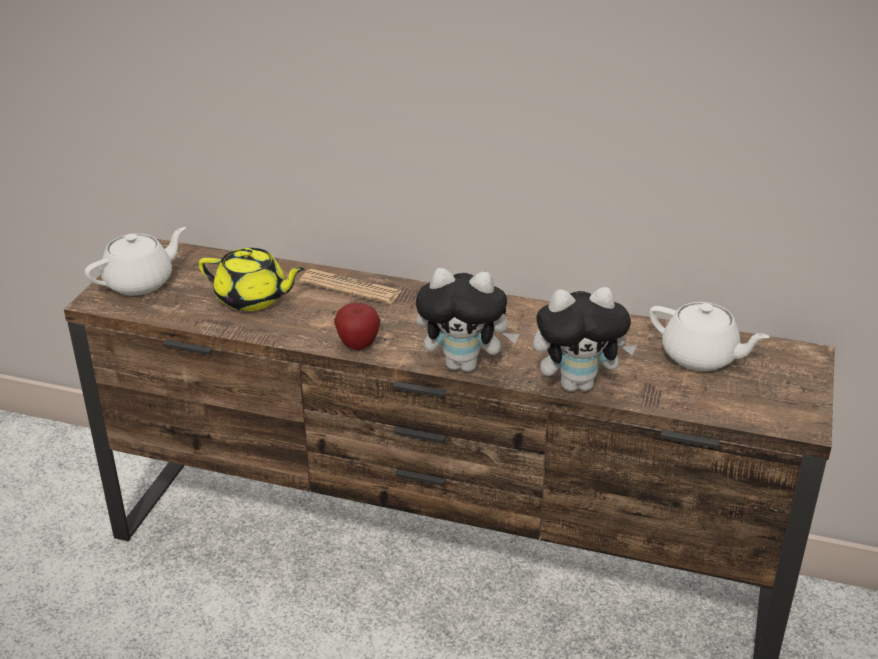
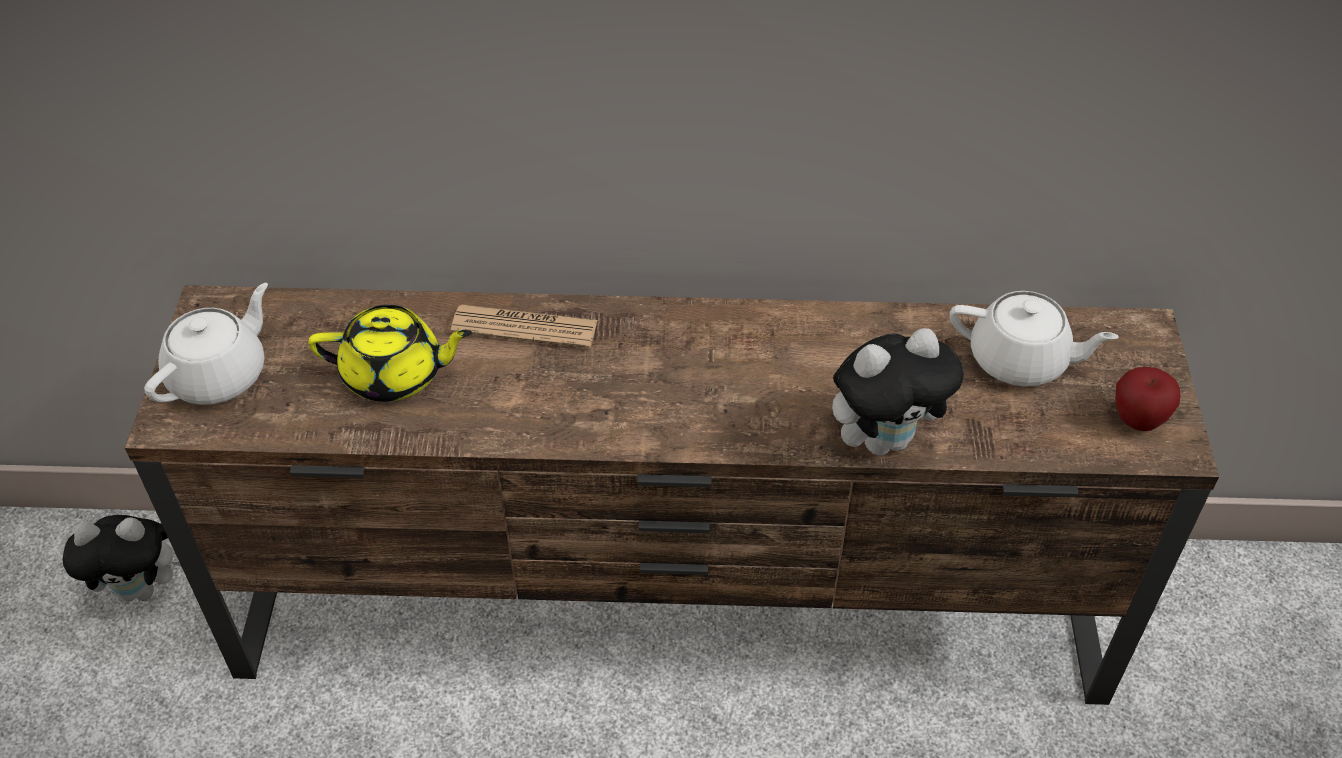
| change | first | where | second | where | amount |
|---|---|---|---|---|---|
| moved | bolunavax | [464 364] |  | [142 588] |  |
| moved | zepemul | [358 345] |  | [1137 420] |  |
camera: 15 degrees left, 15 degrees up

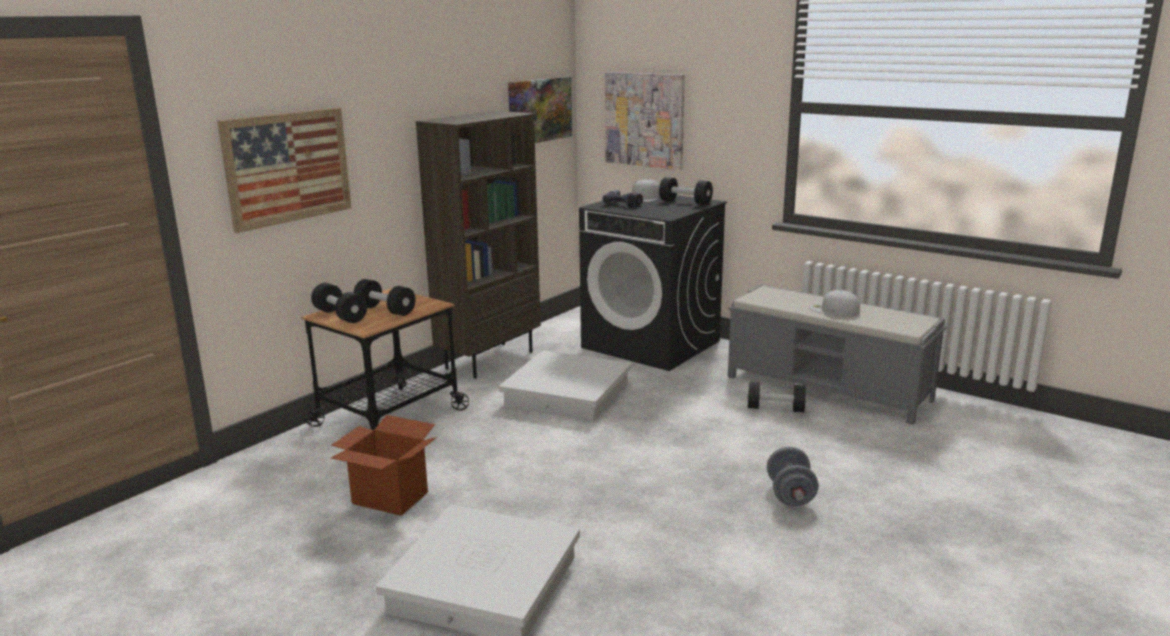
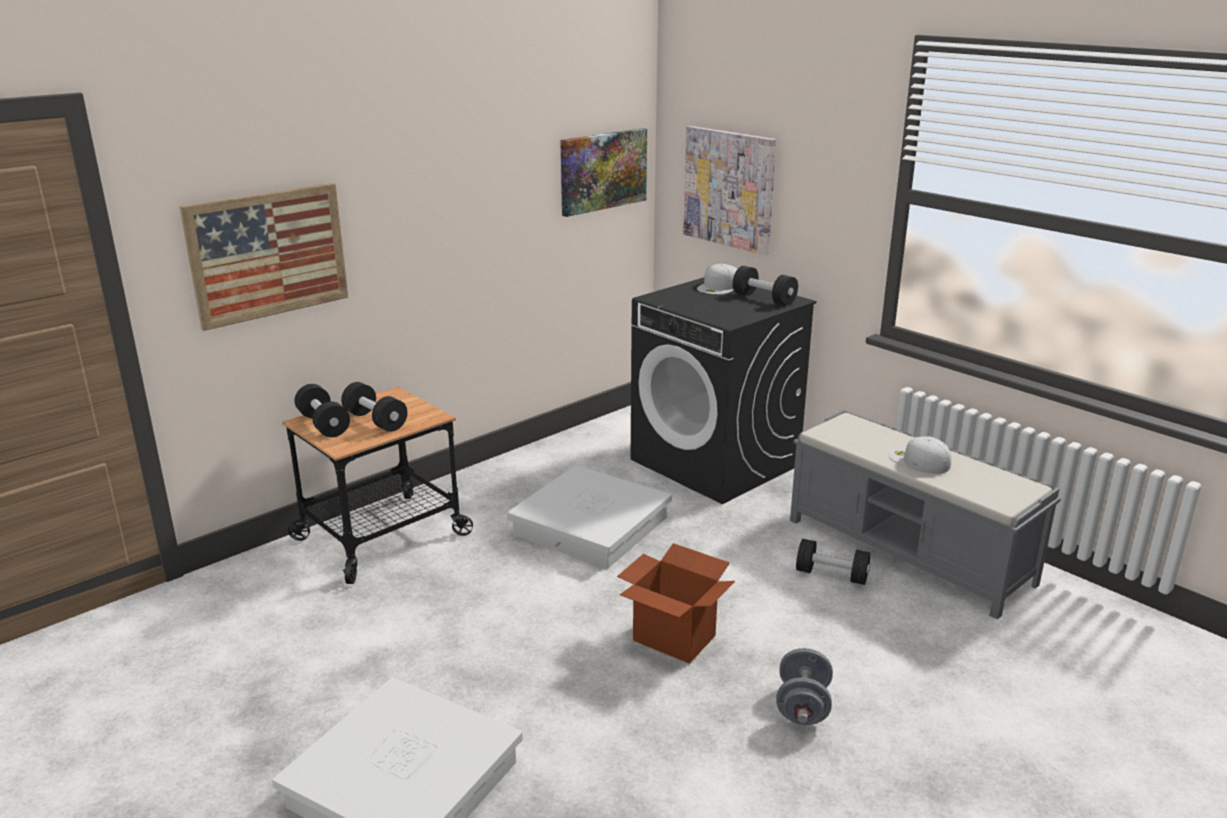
| change | first | where | second | where | amount |
|---|---|---|---|---|---|
| moved | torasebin | [389 498] |  | [673 638] |  |
| removed | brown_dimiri | [489 359] |  |  |  |
| removed | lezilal | [624 204] |  |  |  |
camera: 10 degrees right, 5 degrees up

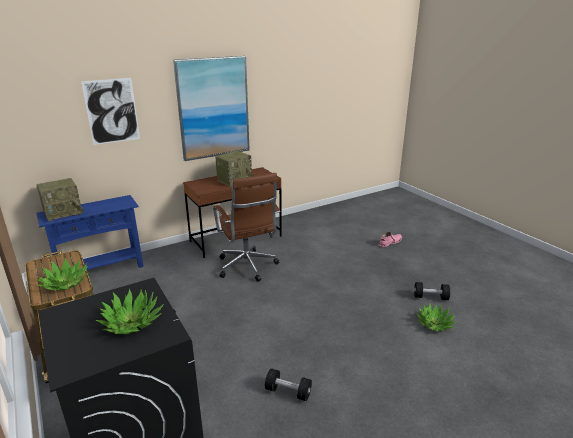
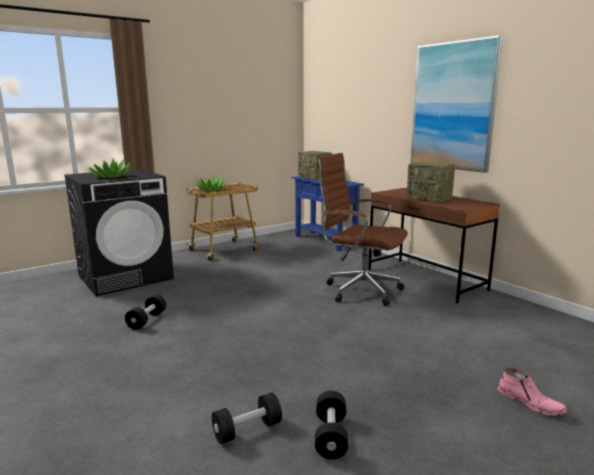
| change | first | where | second | where | amount |
|---|---|---|---|---|---|
| replaced | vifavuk | [435 324] | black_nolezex | [247 430] |  |
| turned | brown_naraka | [248 267] |  | [359 290] | 60 degrees clockwise |
| removed | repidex | [112 111] |  |  |  |
camera: 85 degrees right, 10 degrees down

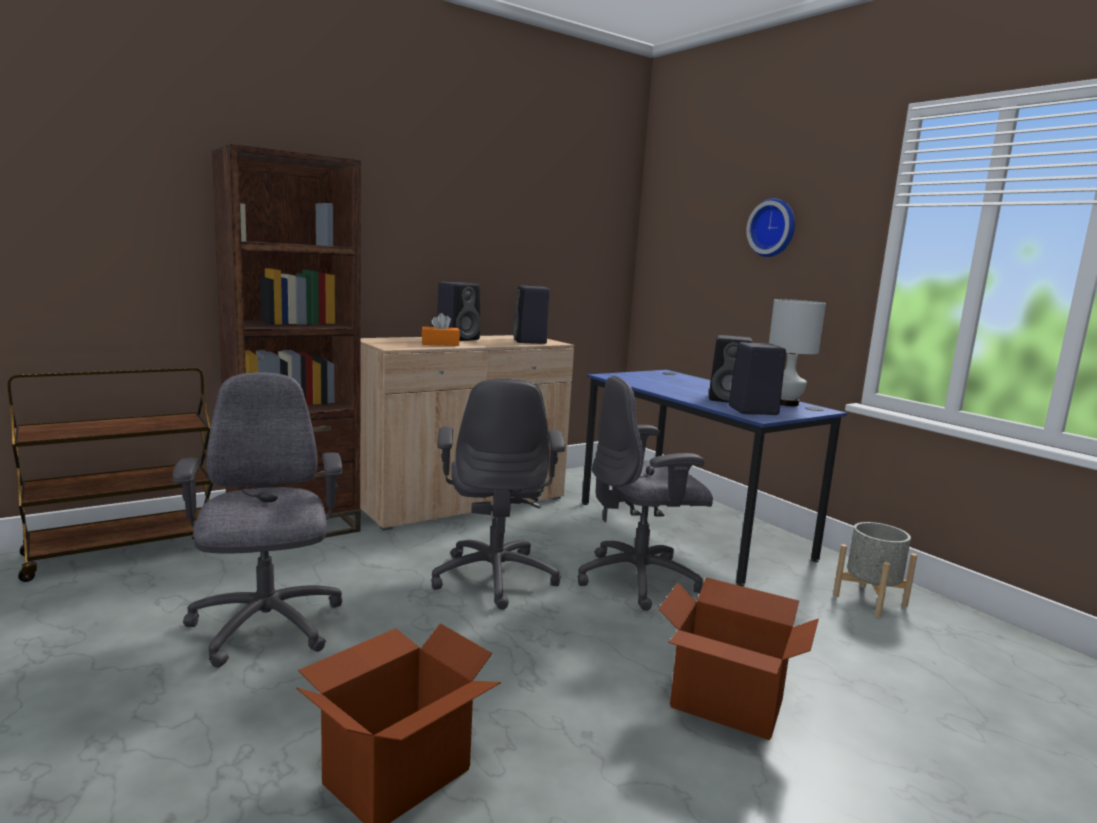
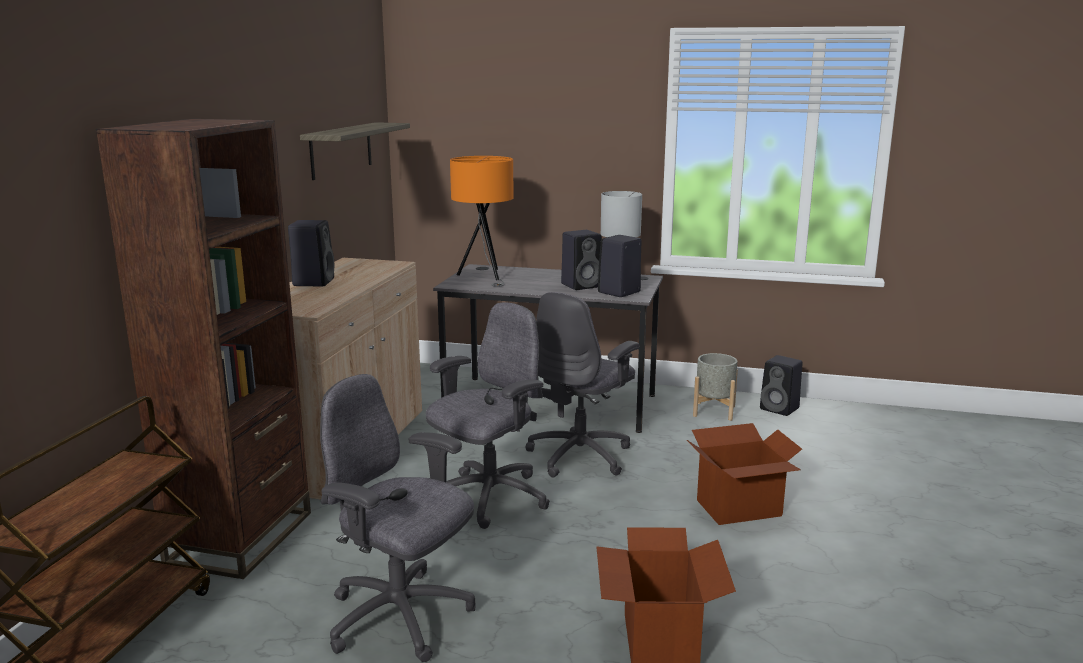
| change | first | where | second | where | amount |
|---|---|---|---|---|---|
| added |  |  | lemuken | [341 150] |  |
| turned | grey_naraka | [495 577] |  | [489 498] | 90 degrees counterclockwise |
| recoloured | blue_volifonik | [691 530] | grey_volifonik | [550 403] |  |
| added |  |  | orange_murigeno | [484 277] |  |
| moved | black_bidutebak | [530 341] |  | [780 409] |  |
| removed | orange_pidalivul | [440 344] |  |  |  |
| removed | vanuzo | [773 228] |  |  |  |
camera: 40 degrees left, 5 degrees up

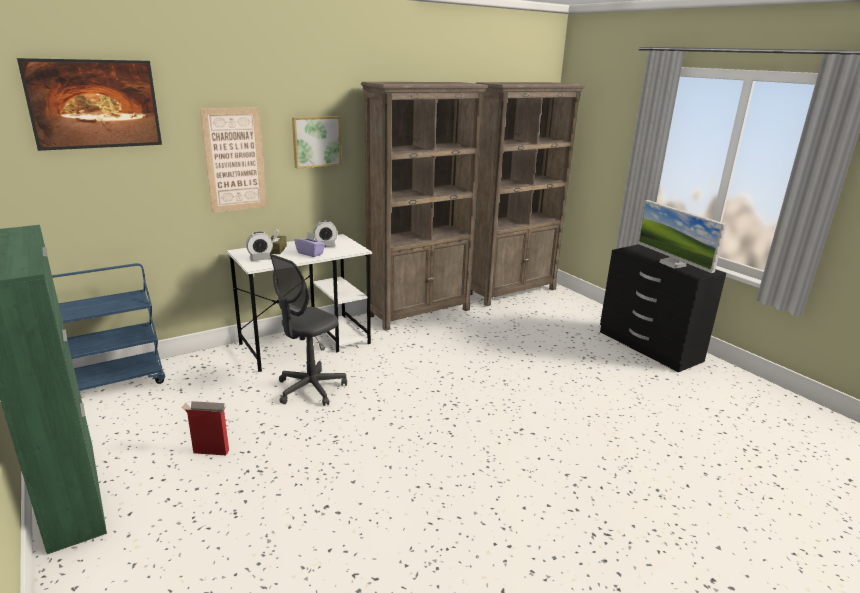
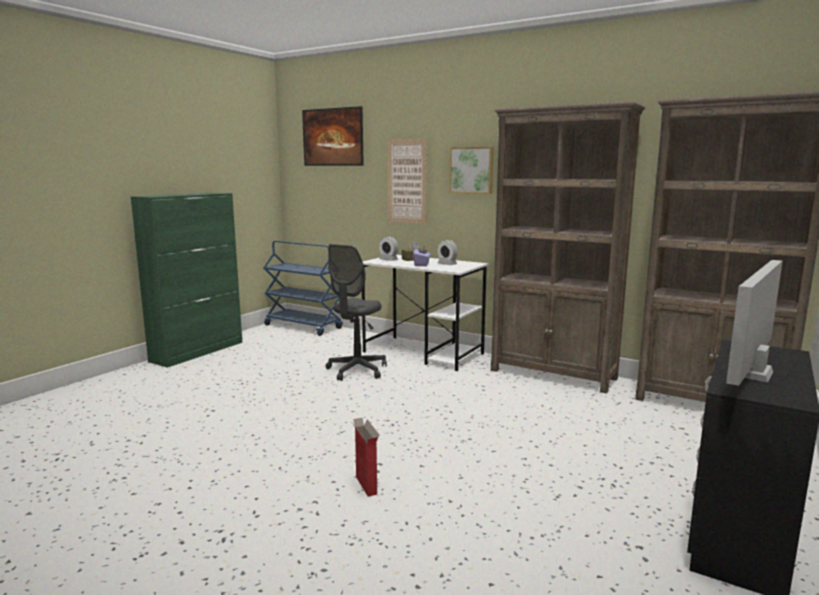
| change | first | where | second | where | amount |
|---|---|---|---|---|---|
| turned | grey_naraka | [310 389] |  | [357 370] | 75 degrees counterclockwise |
| moved | torasebin | [210 451] |  | [366 485] |  |
camera: 65 degrees right, 10 degrees down

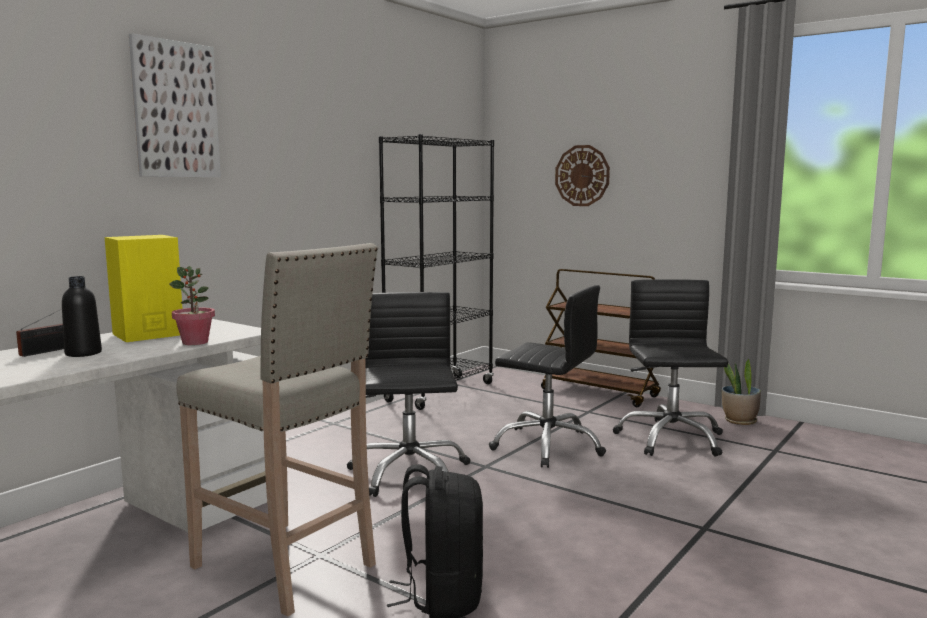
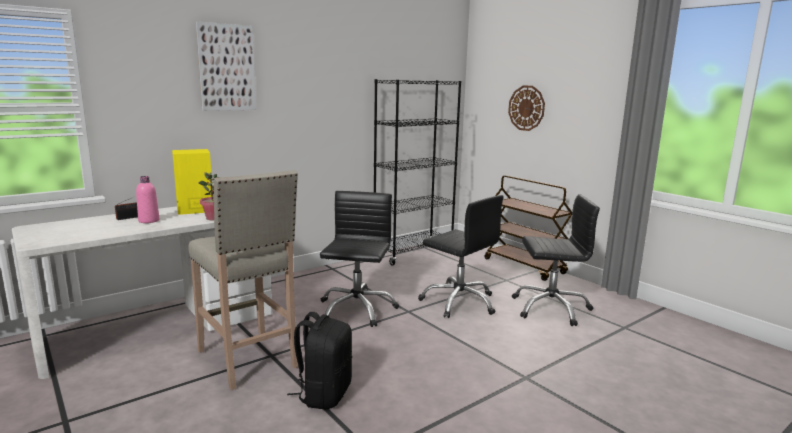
| change | first | where | second | where | amount |
|---|---|---|---|---|---|
| recoloured | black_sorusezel | [83 353] | pink_sorusezel | [149 221] |  |
| turned | black_naraka | [670 439] |  | [550 308] | 75 degrees clockwise |
| removed | vifavuk | [739 421] |  |  |  |
camera: 15 degrees right, 5 degrees up

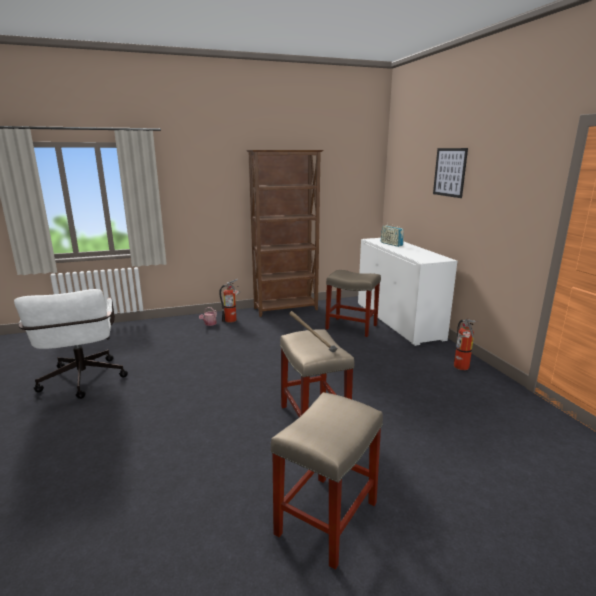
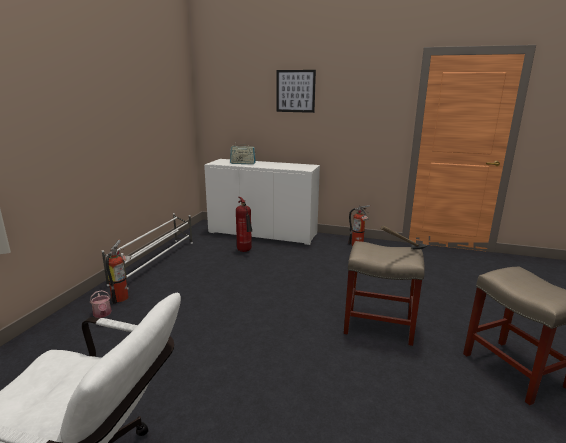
| change | first | where | second | where | amount |
|---|---|---|---|---|---|
| replaced | brown_dimiri | [286 309] | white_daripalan | [155 261] |  |
| replaced | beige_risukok | [352 327] | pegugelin | [245 251] |  |
camera: 55 degrees left, 0 degrees up

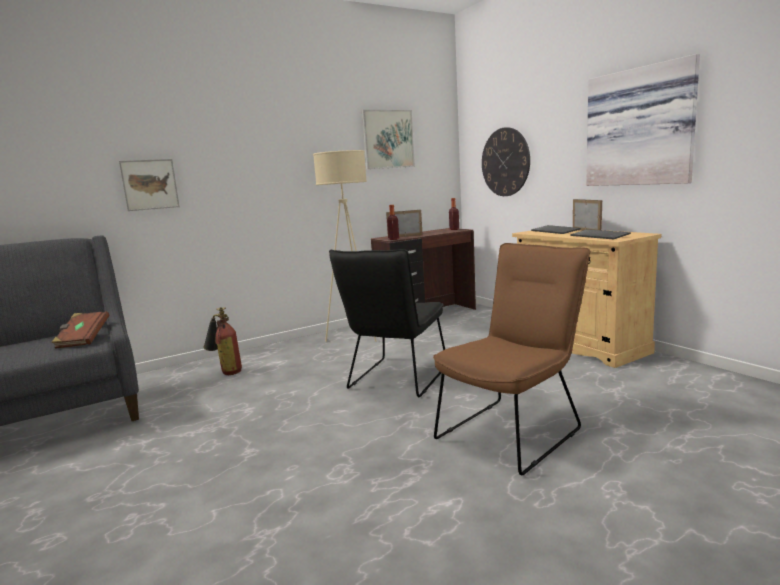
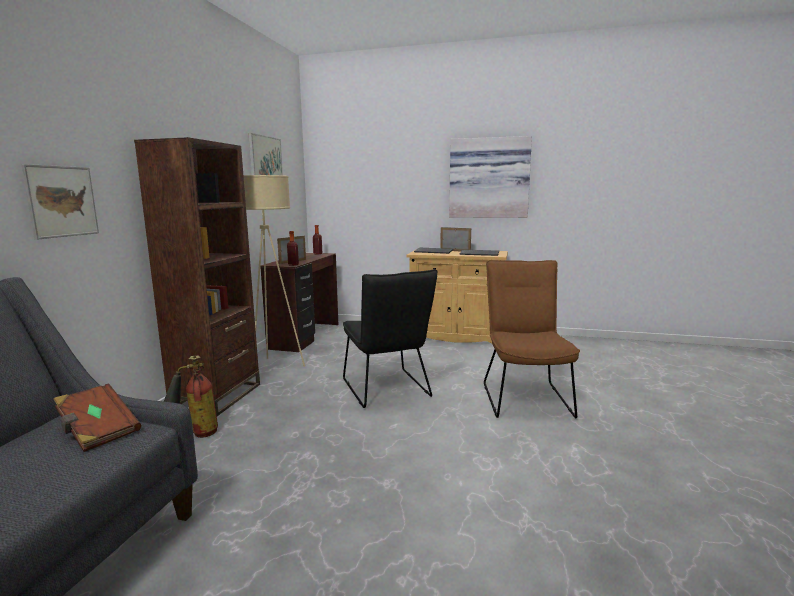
| change | first | where | second | where | amount |
|---|---|---|---|---|---|
| added |  |  | brown_dimiri | [217 396] |  |
| removed | vanuzo | [505 162] |  |  |  |
camera: 45 degrees left, 0 degrees up

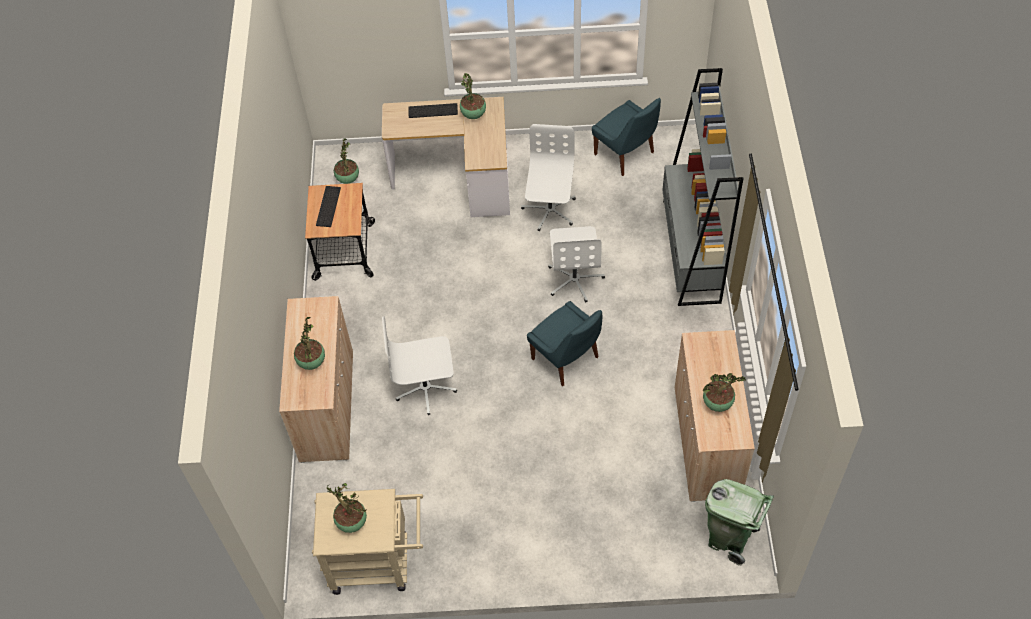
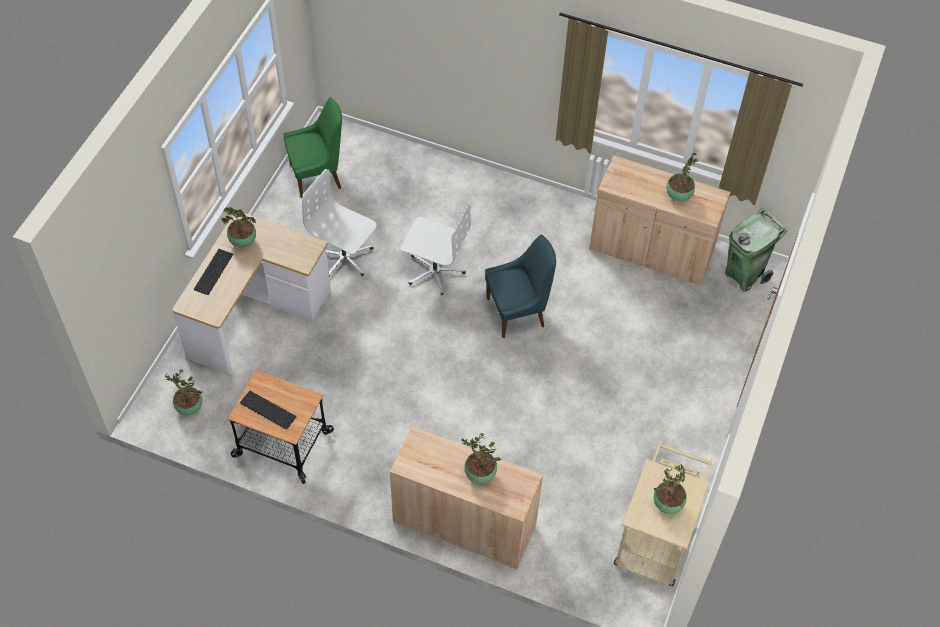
| change | first | where | second | where | amount |
|---|---|---|---|---|---|
| recoloured | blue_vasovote | [626 154] | green_vasovote | [318 175] |  |
| removed | white_naraka | [426 388] |  |  |  |
| removed | grey_dimiri | [691 251] |  |  |  |
camera: 70 degrees left, 0 degrees up

